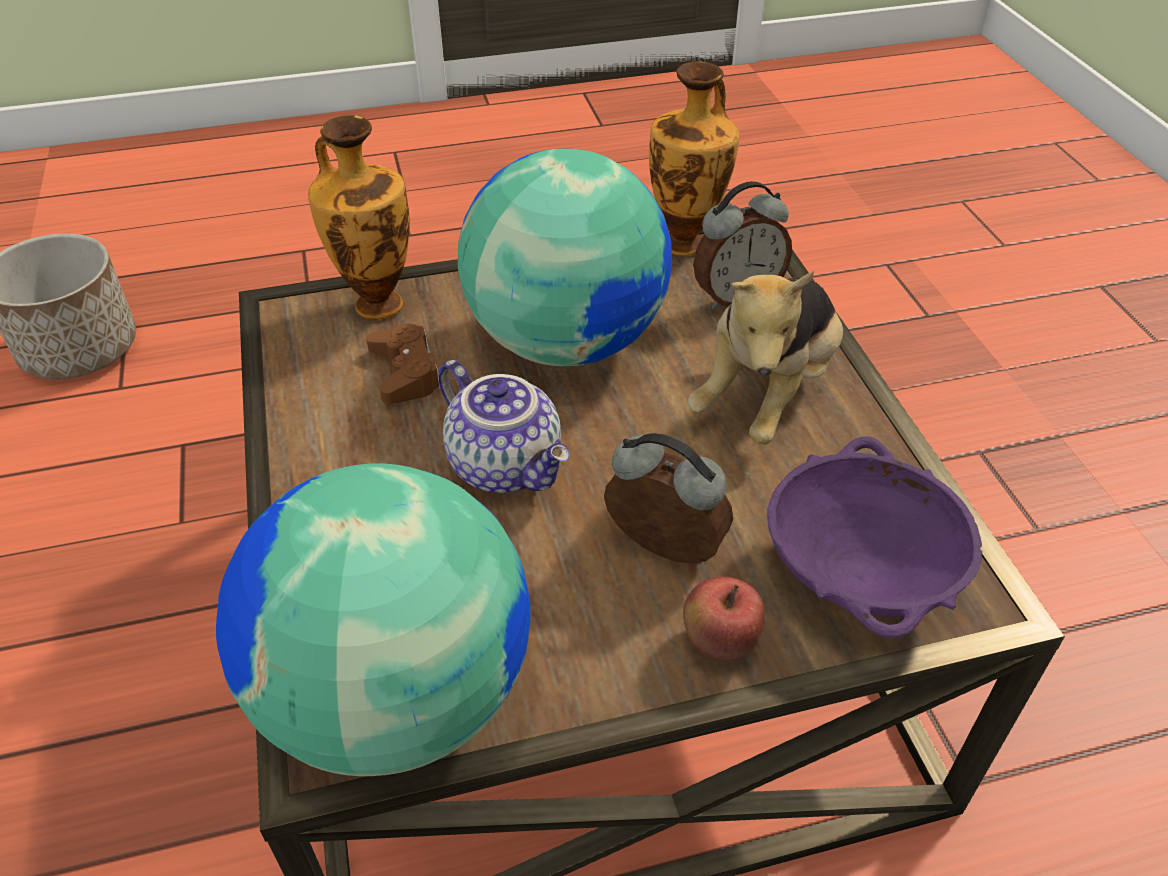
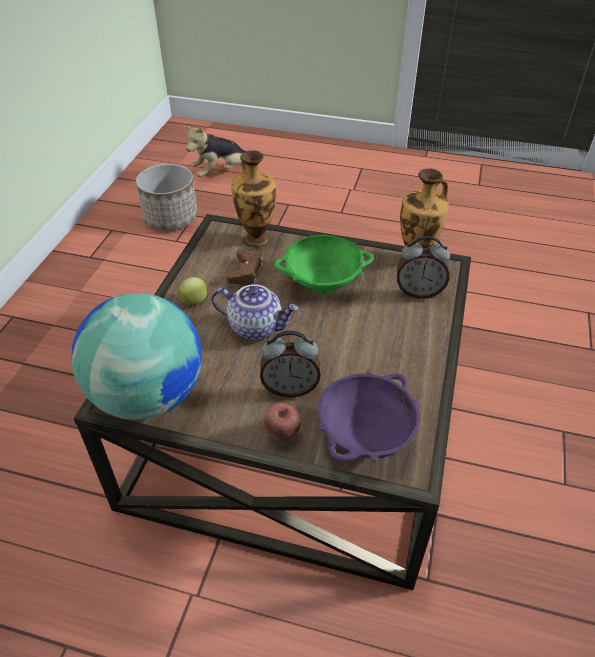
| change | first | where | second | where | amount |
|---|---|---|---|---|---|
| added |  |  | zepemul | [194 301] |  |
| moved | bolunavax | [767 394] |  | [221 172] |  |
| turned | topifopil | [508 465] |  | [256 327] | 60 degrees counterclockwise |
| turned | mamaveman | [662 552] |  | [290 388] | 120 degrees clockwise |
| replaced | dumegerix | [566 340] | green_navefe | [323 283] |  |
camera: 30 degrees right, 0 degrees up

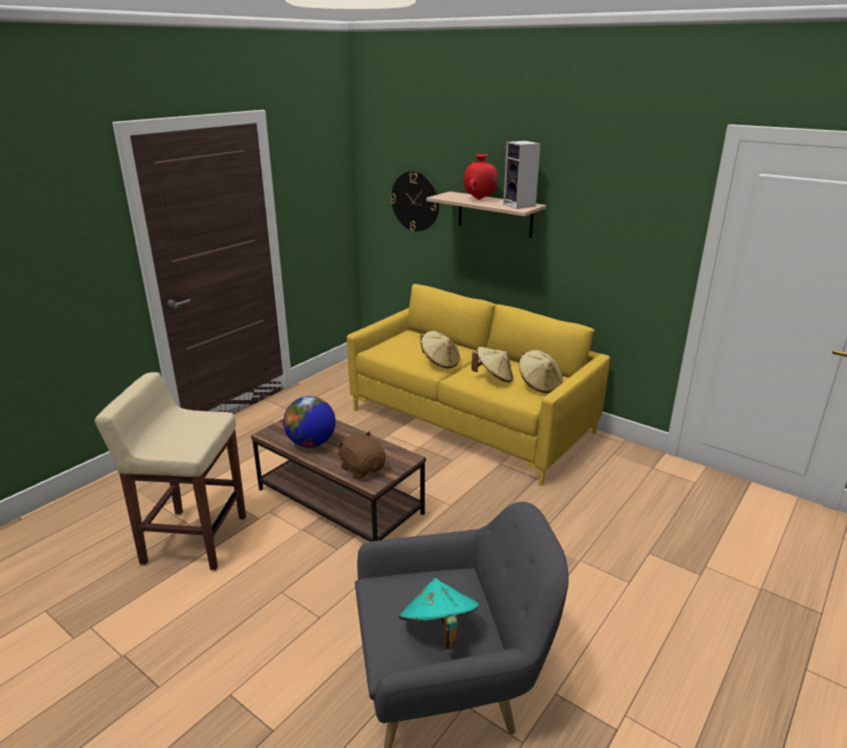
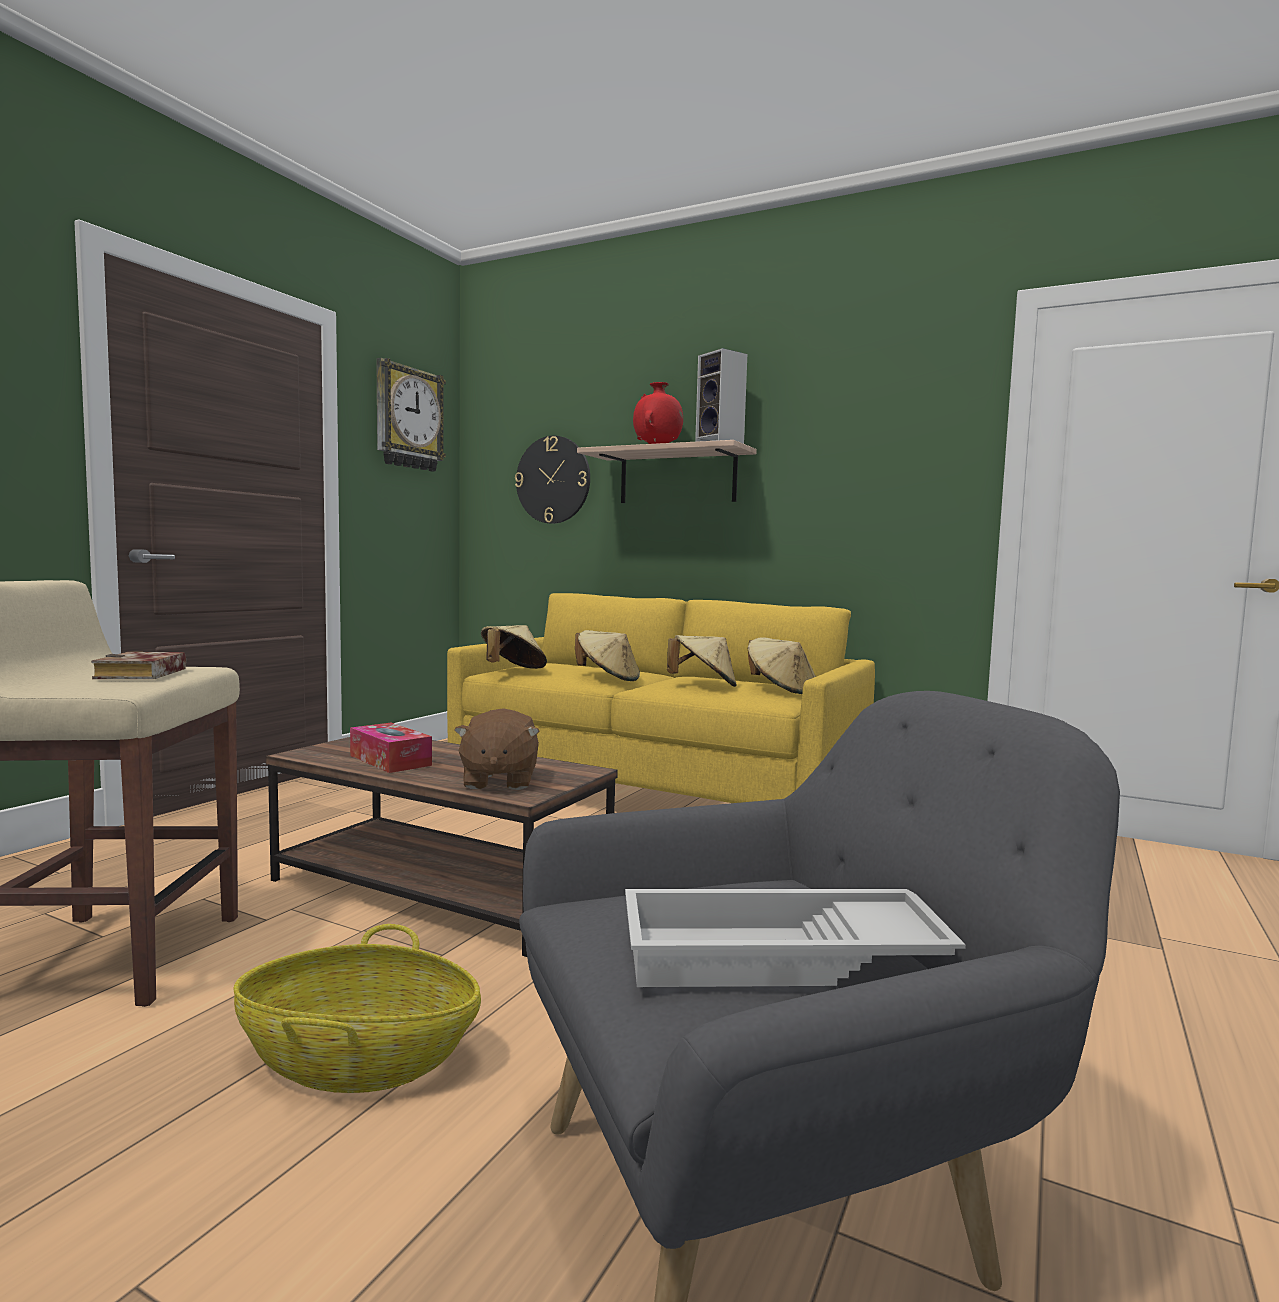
| change | first | where | second | where | amount |
|---|---|---|---|---|---|
| added |  |  | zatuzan | [143 675] |  |
| added |  |  | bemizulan | [359 1059] |  |
| replaced | dumegerix | [311 443] | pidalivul | [390 760] |  |
| added |  |  | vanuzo | [408 418] |  |
| turned | brown_bolunavax | [362 468] |  | [498 781] | 135 degrees counterclockwise |
| added |  |  | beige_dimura | [513 671] |  |
| replaced | turquoise_dimura | [438 629] | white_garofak | [779 958] |  |
camera: 10 degrees left, 20 degrees down

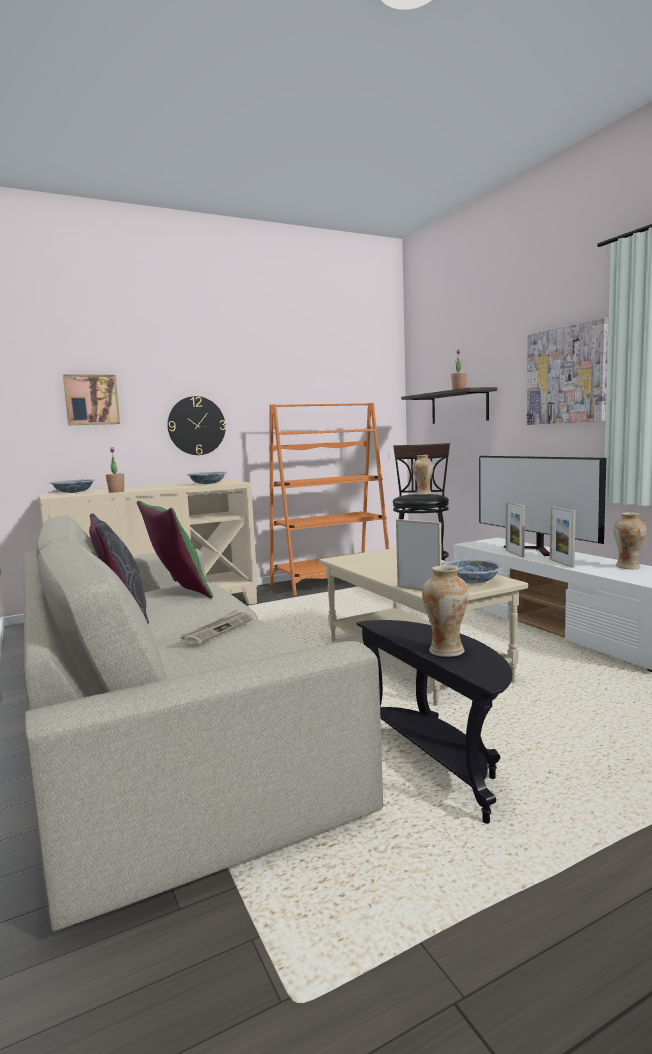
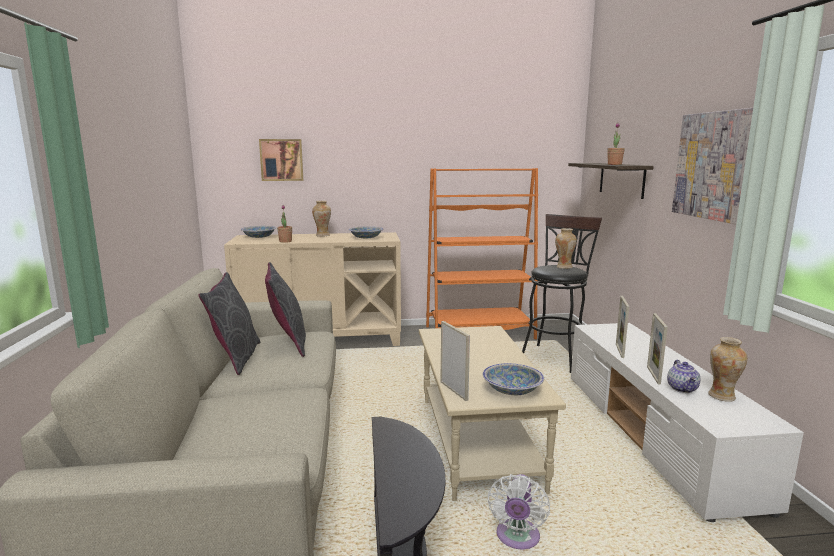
| change | first | where | second | where | amount |
|---|---|---|---|---|---|
| recoloured | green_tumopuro | [177 592] | grey_tumopuro | [288 343] |  |
| moved | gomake | [446 651] |  | [322 235] |  |
| added |  |  | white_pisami | [517 538] |  |
| added |  |  | topifopil | [683 389] |  |
| removed | vanuzo | [196 425] |  |  |  |
| removed | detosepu | [218 629] |  |  |  |
| removed | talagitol | [535 550] |  |  |  |
camera: 20 degrees right, 5 degrees up

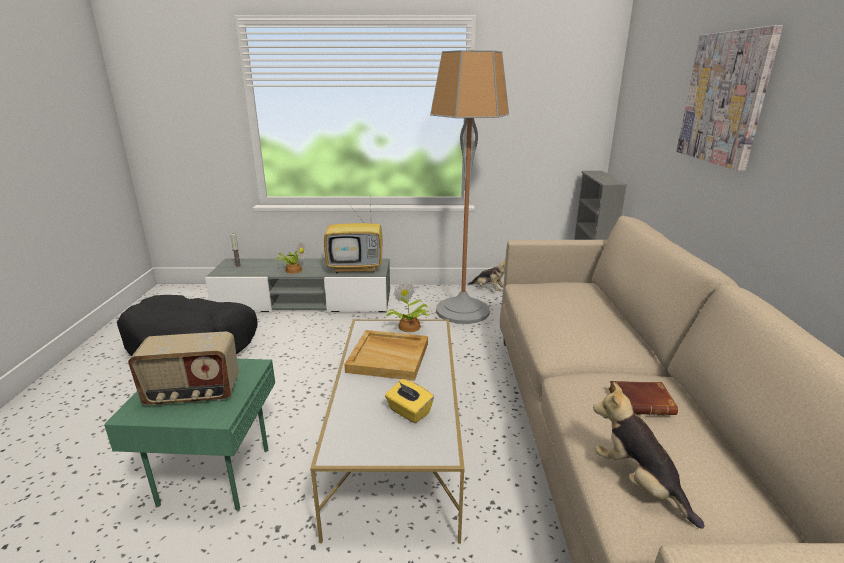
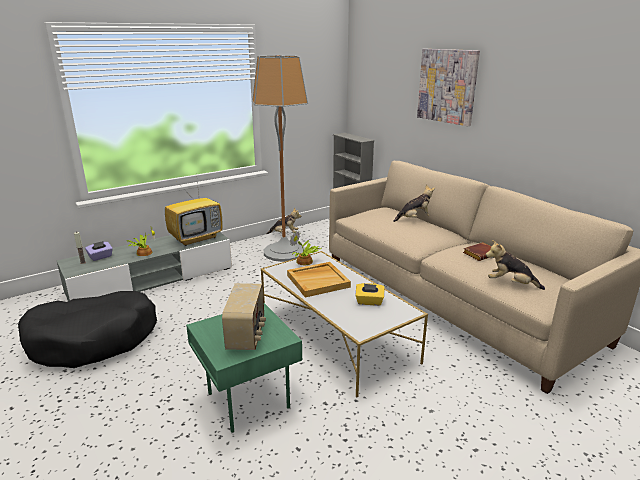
| change | first | where | second | where | amount |
|---|---|---|---|---|---|
| added |  |  | purple_pidalivul | [100 257] |  |
| turned | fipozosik | [193 394] |  | [247 335] | 45 degrees counterclockwise |
| added |  |  | bolunavax | [415 219] |  |
camera: 35 degrees left, 0 degrees up

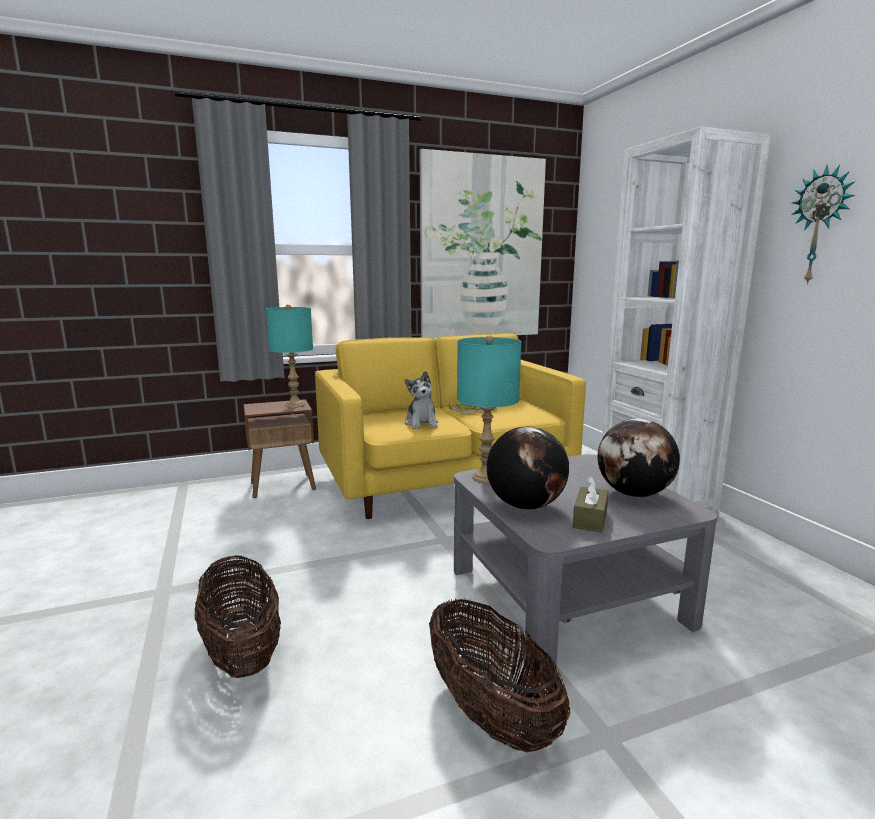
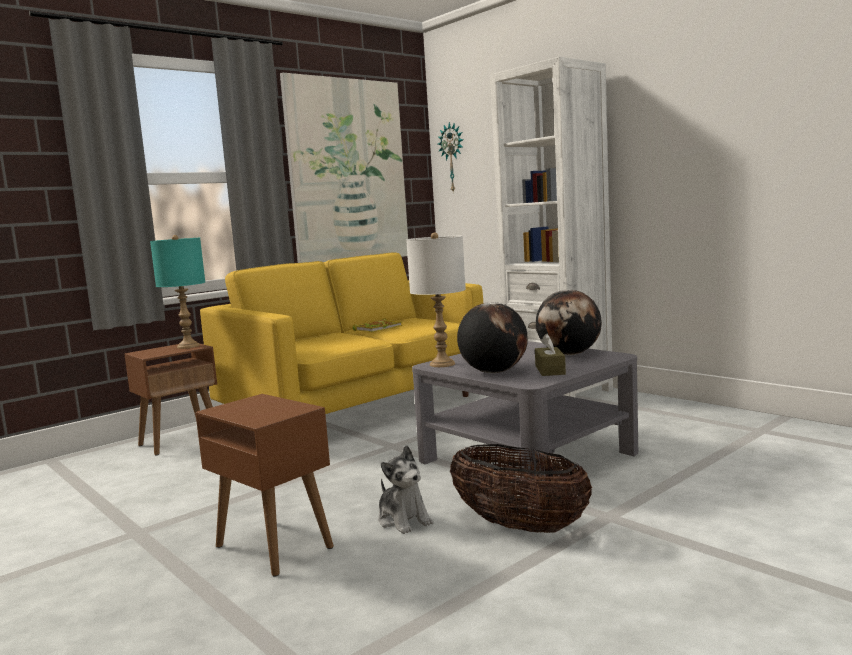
| change | first | where | second | where | amount |
|---|---|---|---|---|---|
| replaced | bemizulan | [242 652] | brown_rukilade | [273 546] |  |
| moved | bolunavax | [422 423] |  | [404 520] |  |
| recoloured | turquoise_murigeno | [486 477] | white_murigeno | [442 364] |  |
| moved | vanuzo | [820 226] |  | [453 157] |  |
camera: 20 degrees left, 5 degrees down

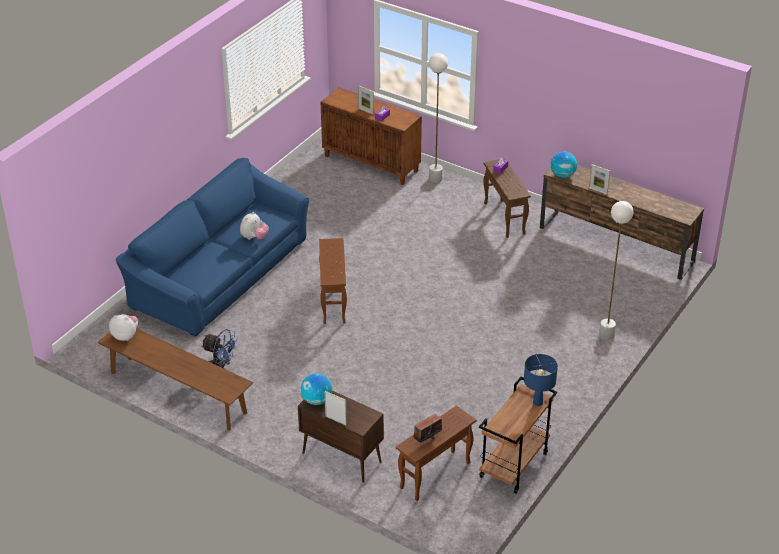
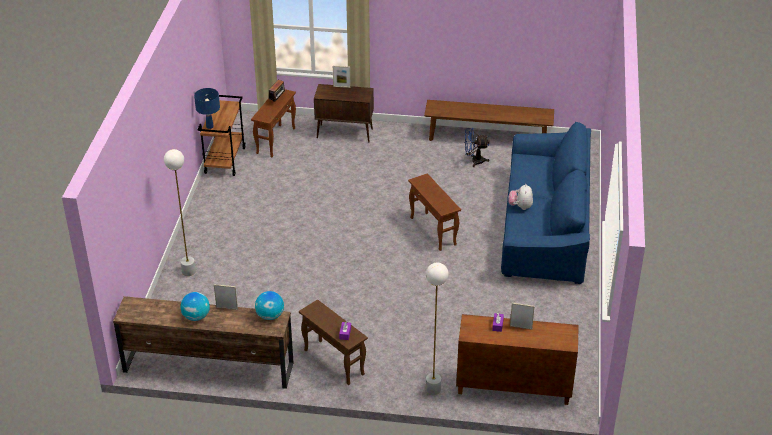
| change | first | where | second | where | amount |
|---|---|---|---|---|---|
| moved | dumegerix | [316 400] |  | [196 316] |  |
| removed | bolunavax | [125 336] |  |  |  |
camera: 155 degrees right, 0 degrees up

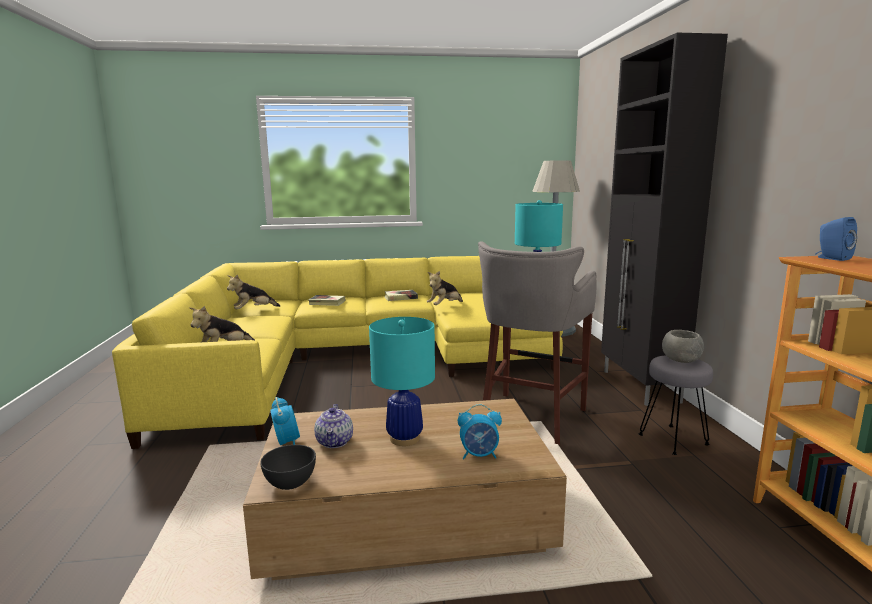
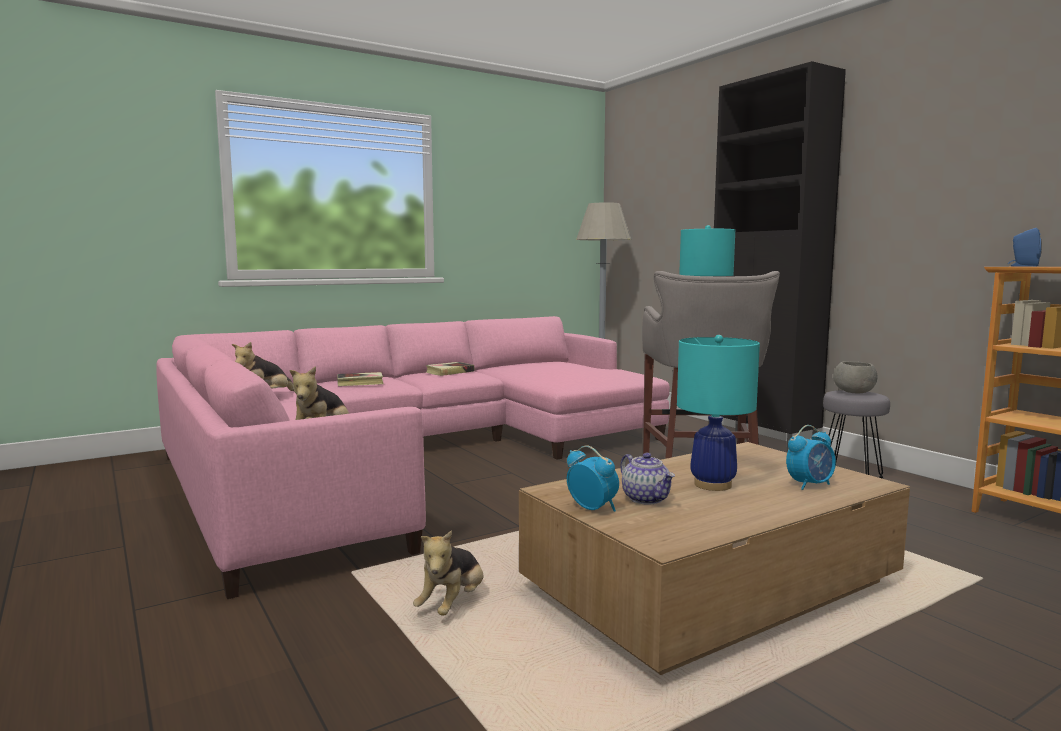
| change | first | where | second | where | amount |
|---|---|---|---|---|---|
| recoloured | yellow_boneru | [356 358] | pink_boneru | [411 456] |  |
| moved | bolunavax | [444 306] |  | [452 605] |  |
| removed | grey_navefe | [290 483] |  |  |  |
camera: 25 degrees left, 5 degrees down

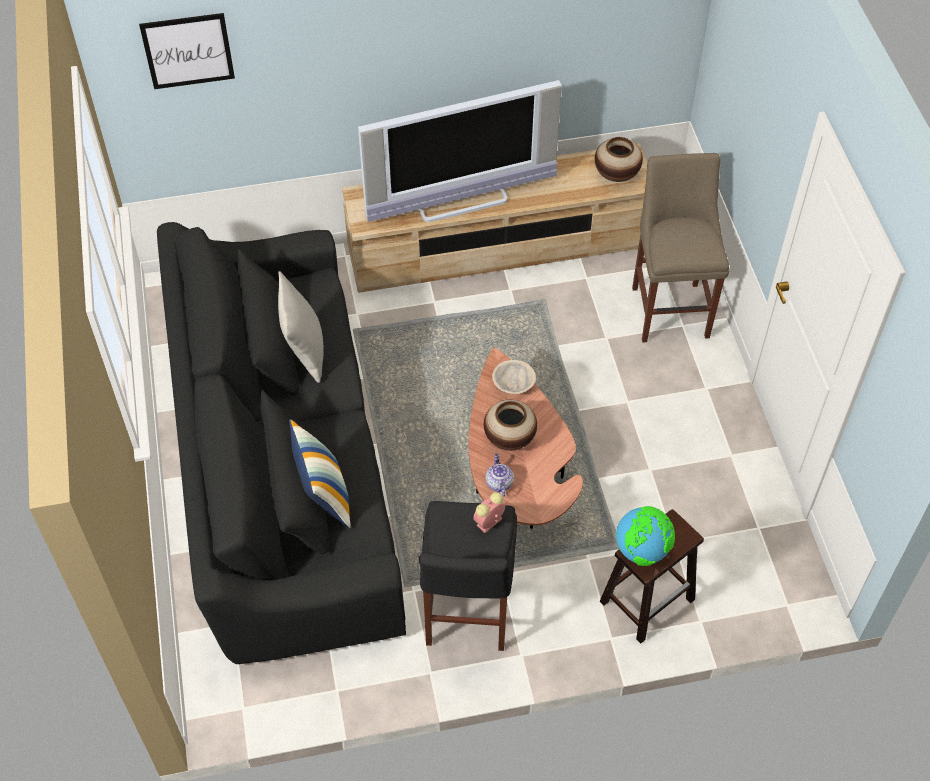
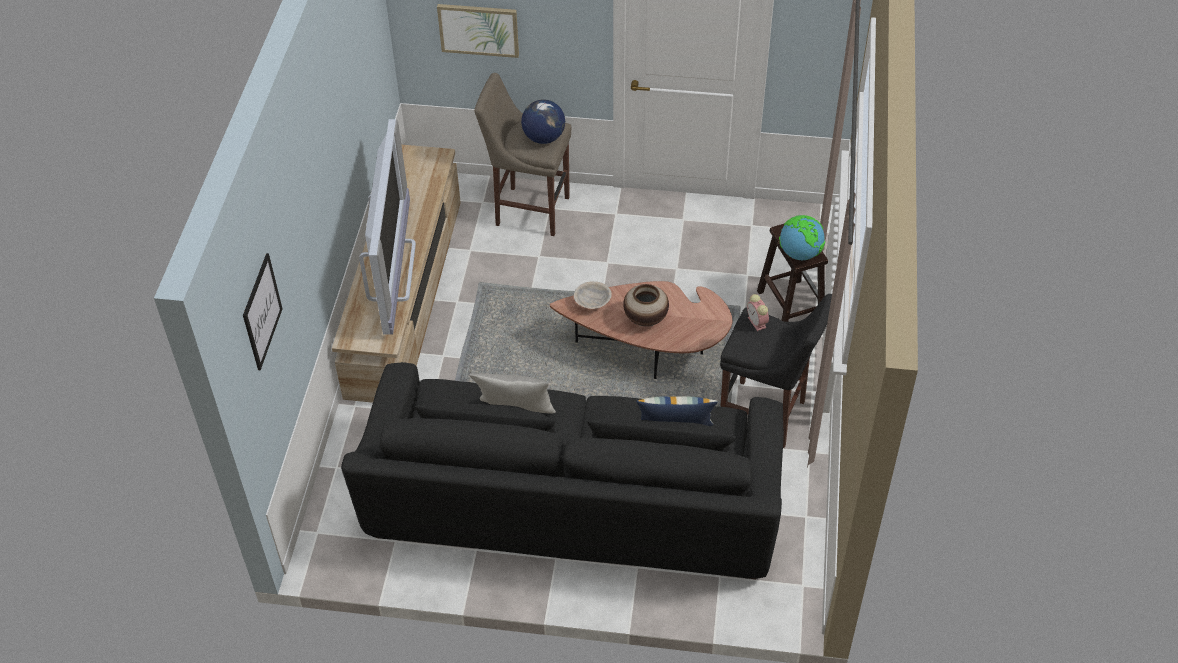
| change | first | where | second | where | amount |
|---|---|---|---|---|---|
| added |  |  | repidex | [478 29] |  |
| added |  |  | dumegerix | [543 138] |  |
| removed | topifopil | [498 483] |  |  |  |
| removed | gomake | [616 175] |  |  |  |
camera: 70 degrees left, 5 degrees down

